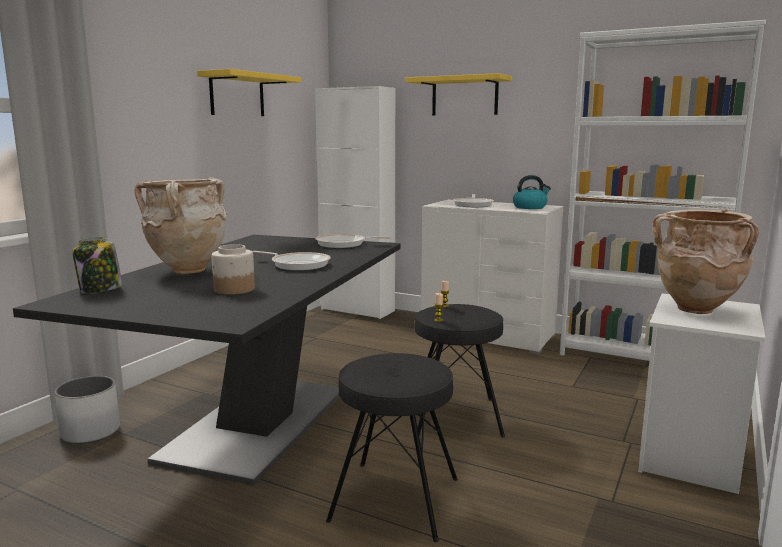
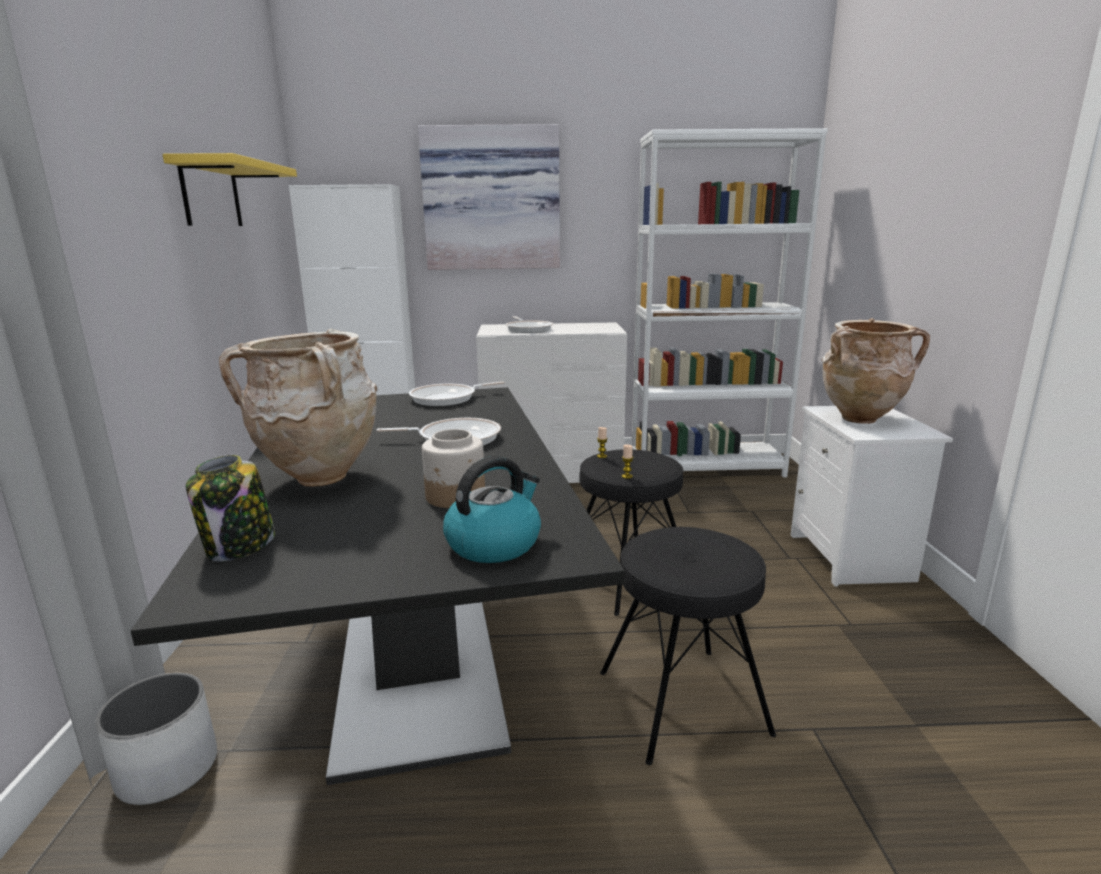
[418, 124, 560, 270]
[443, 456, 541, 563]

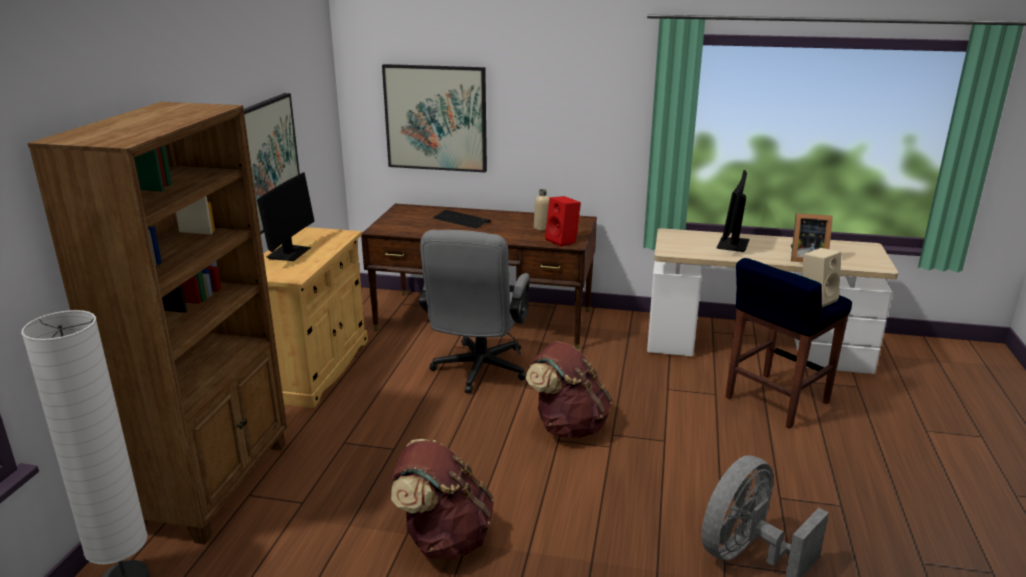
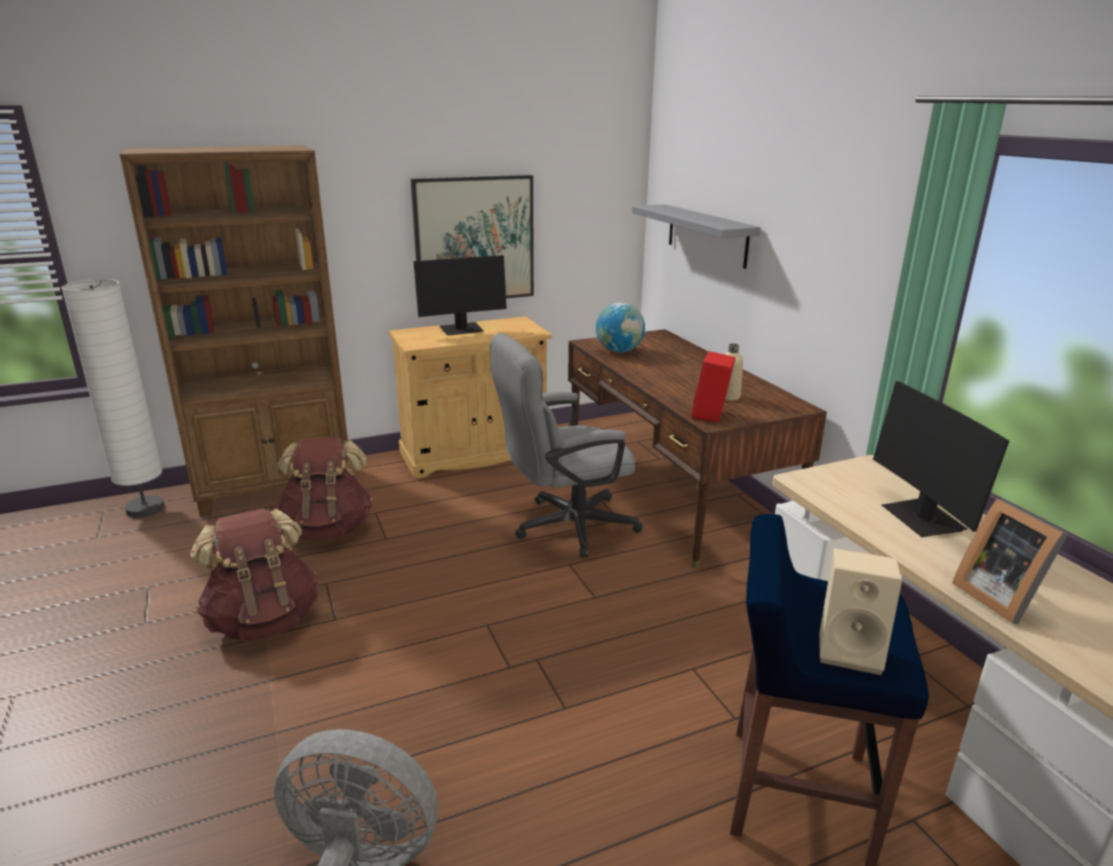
[632, 204, 761, 269]
[873, 381, 1009, 537]
[433, 210, 491, 229] (first image)
[274, 437, 373, 540]
[596, 303, 645, 353]

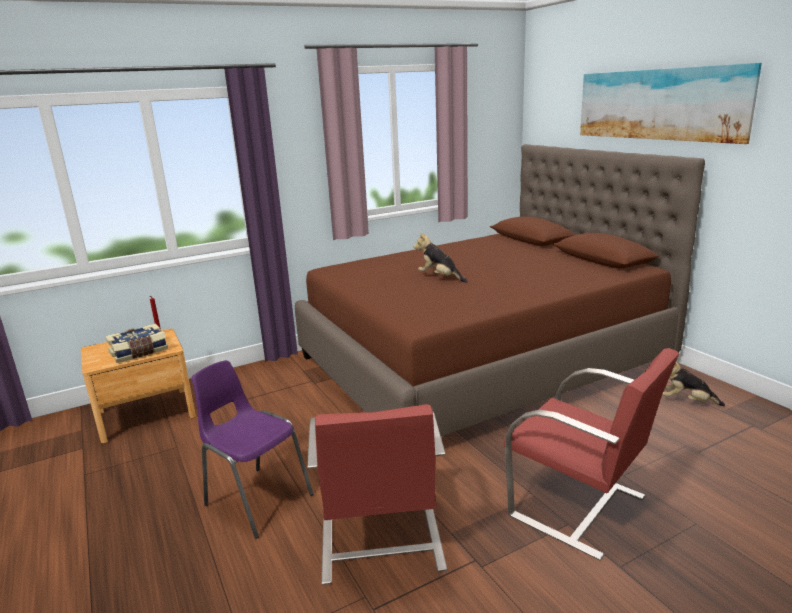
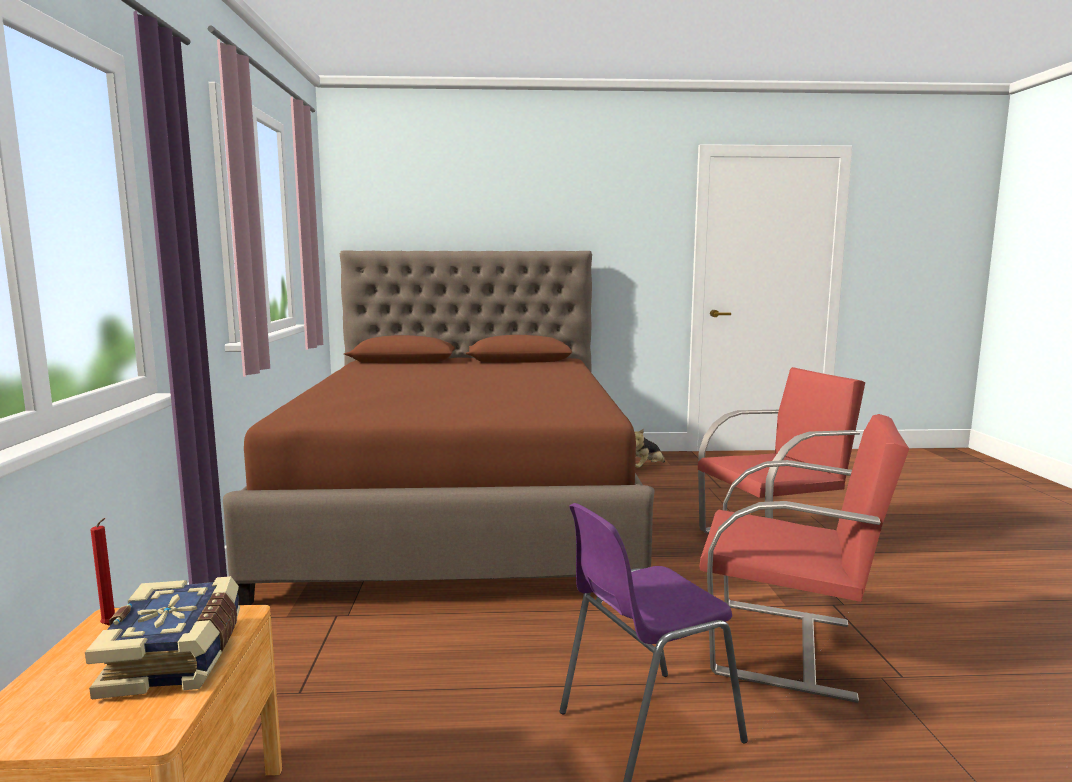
[580, 63, 762, 144] (first image)
[414, 233, 468, 283] (first image)

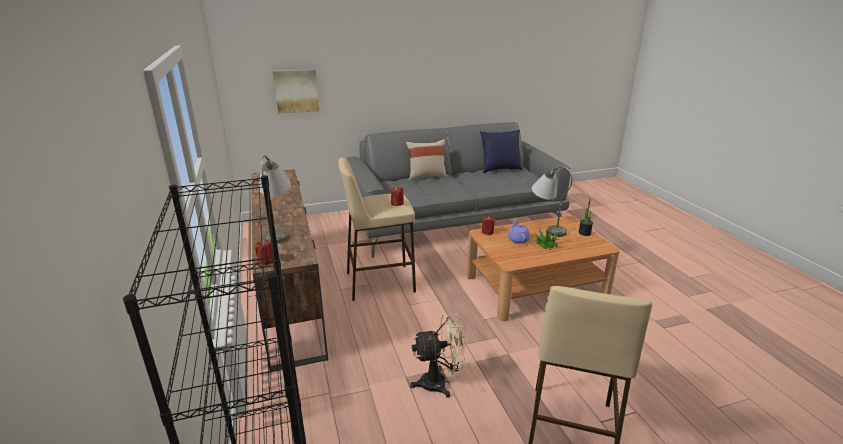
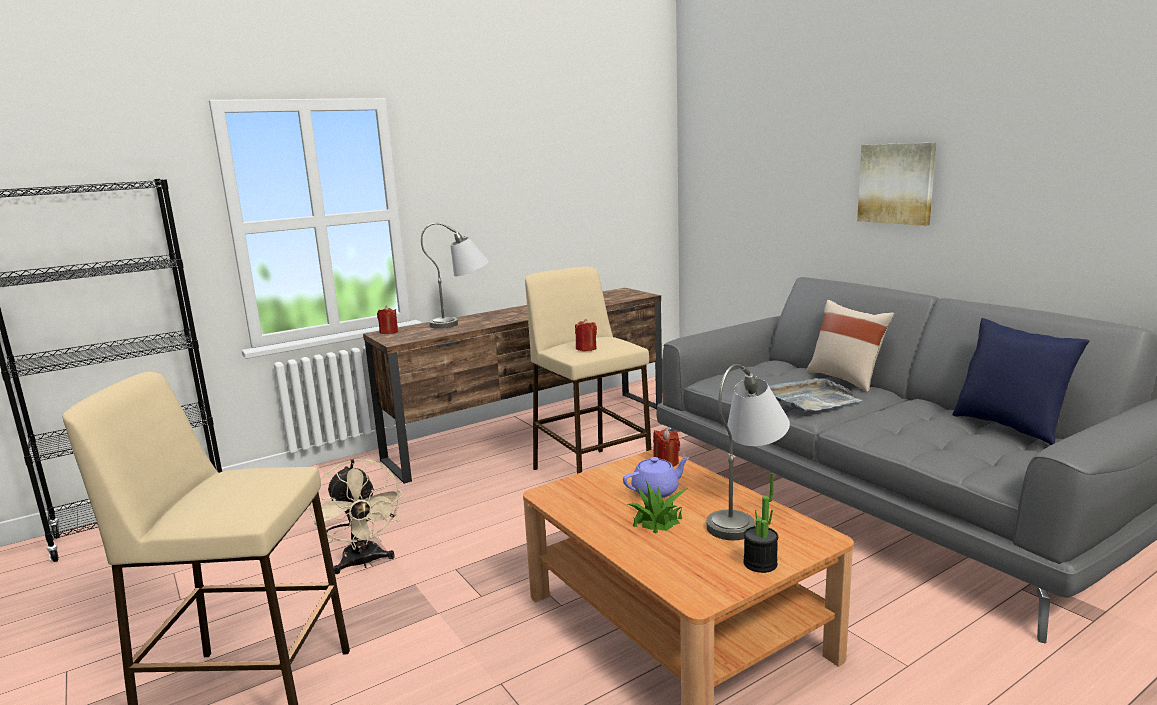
[857, 142, 936, 226]
[769, 378, 862, 412]

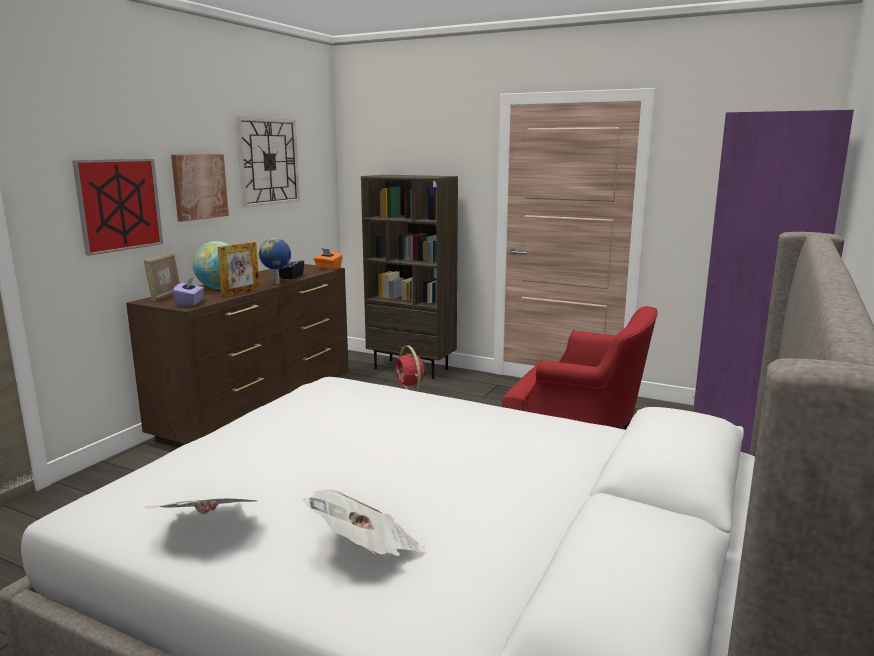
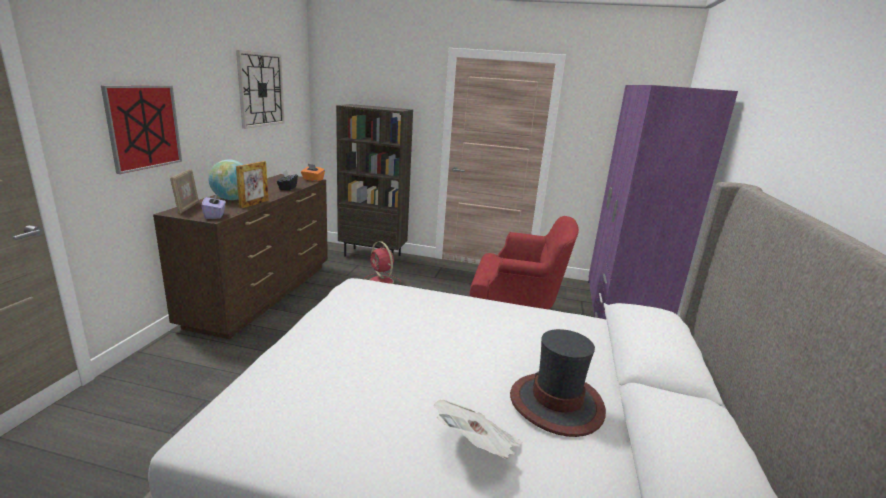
[171, 154, 229, 222] (first image)
[259, 238, 291, 284] (first image)
[144, 499, 256, 514] (first image)
[510, 329, 606, 437]

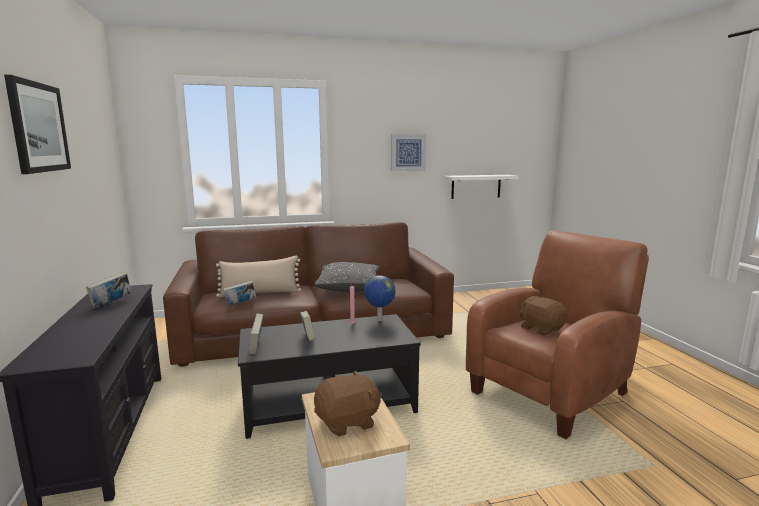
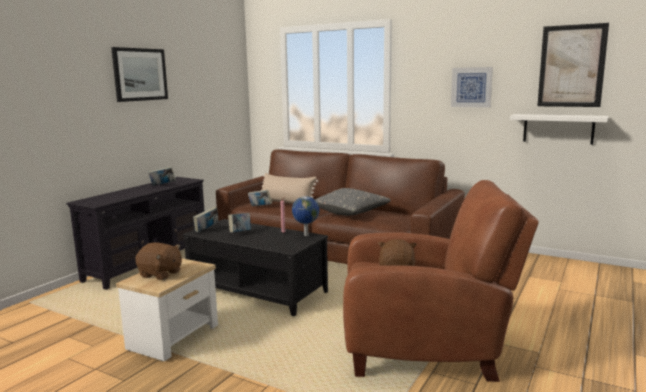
[537, 23, 609, 107]

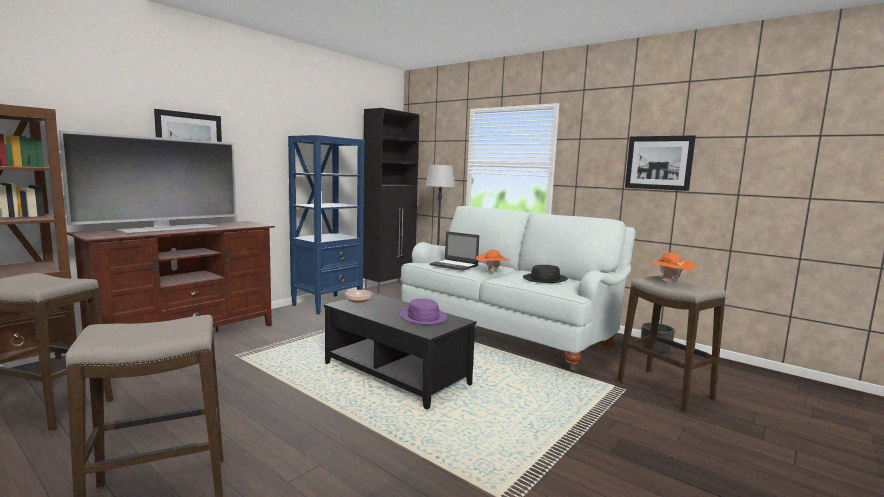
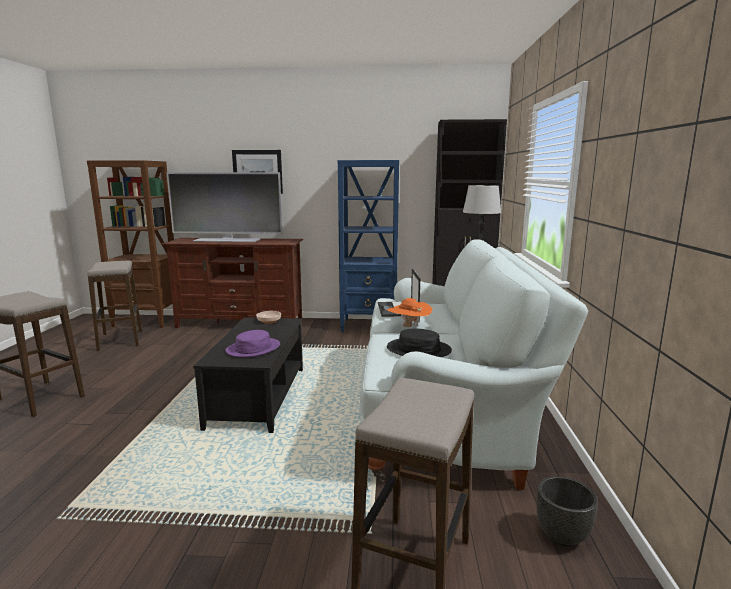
[625, 135, 696, 191] (first image)
[646, 253, 696, 283] (first image)

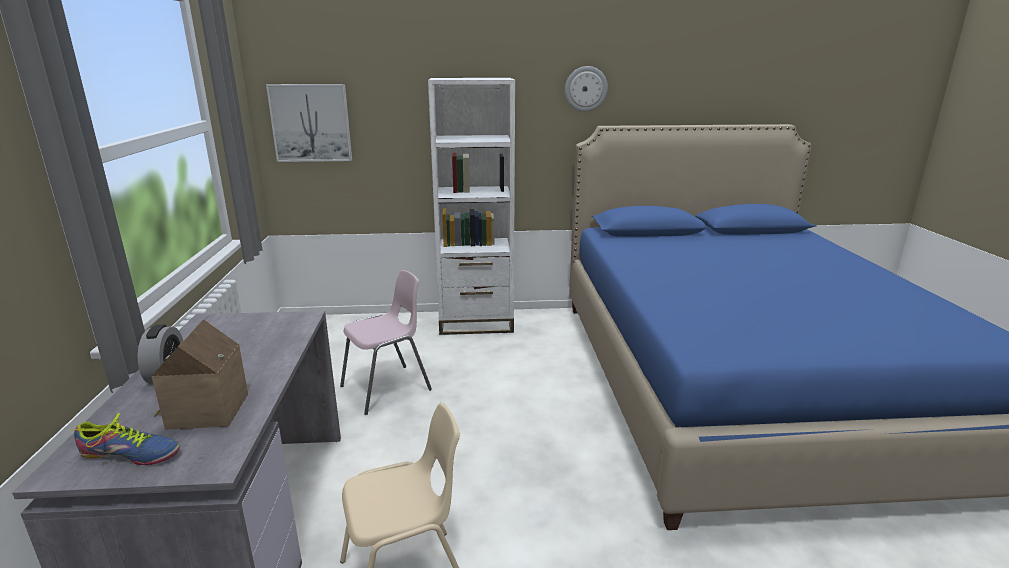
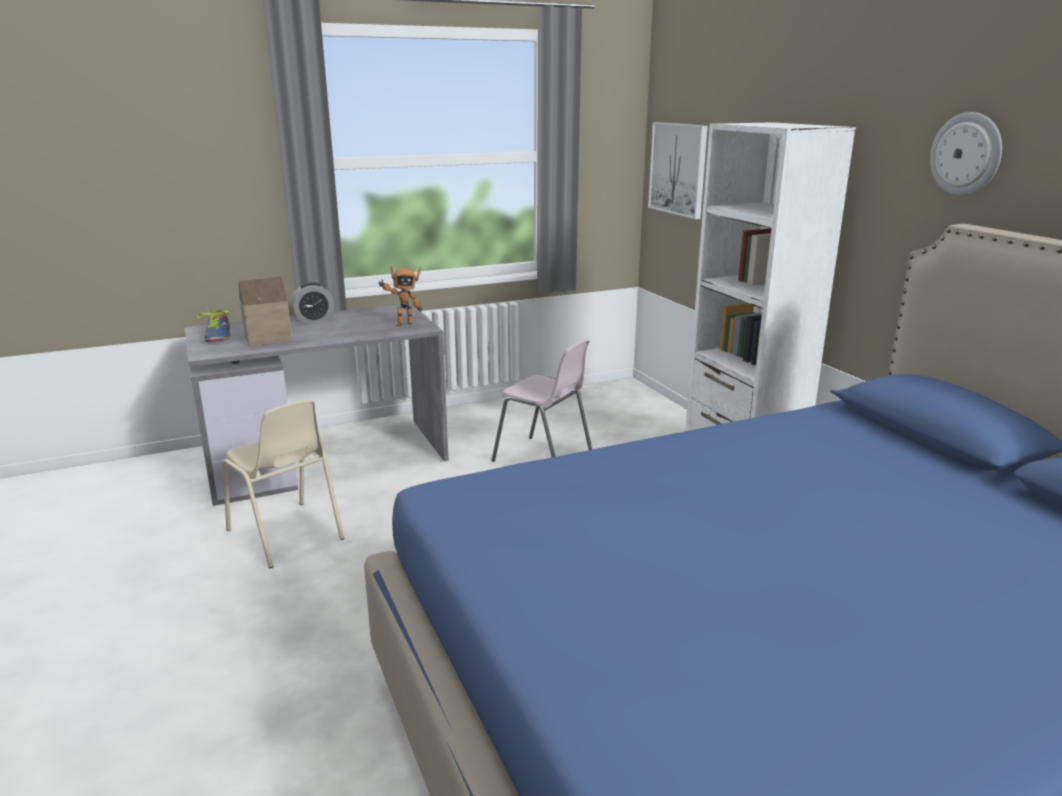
[378, 266, 422, 327]

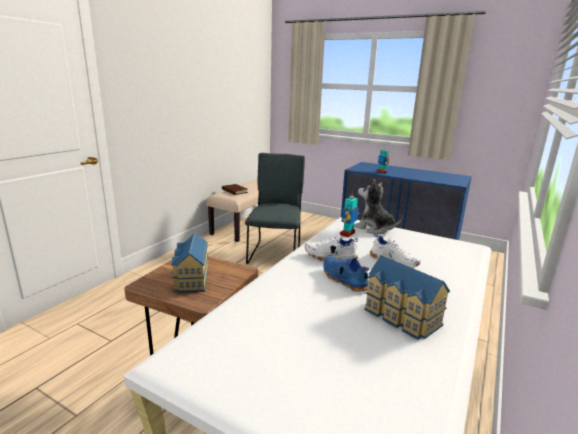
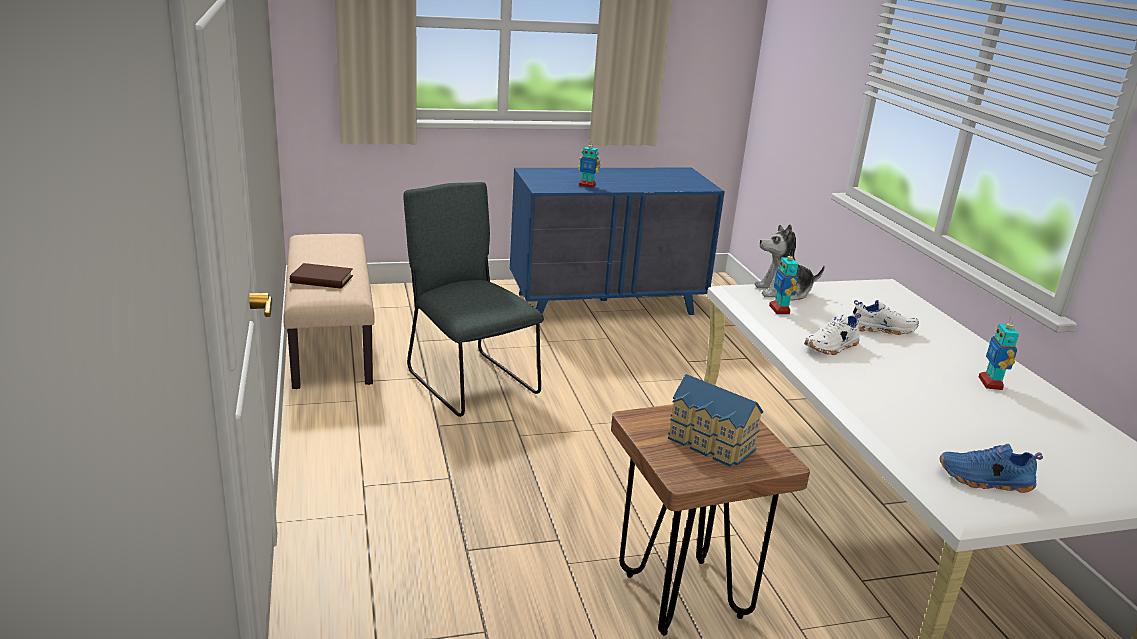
[979, 318, 1019, 390]
[940, 444, 1043, 493]

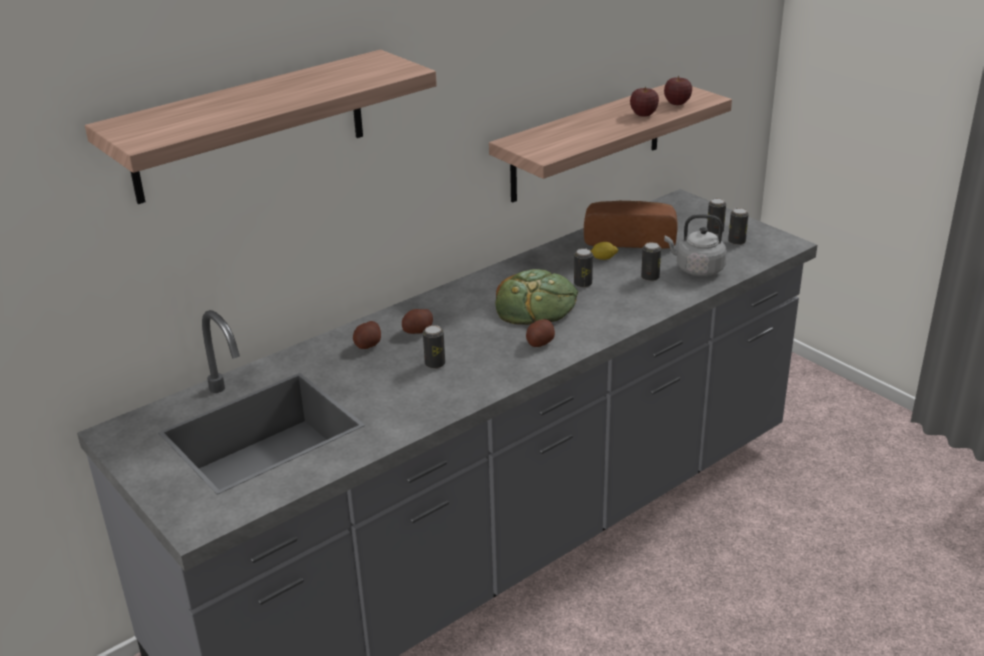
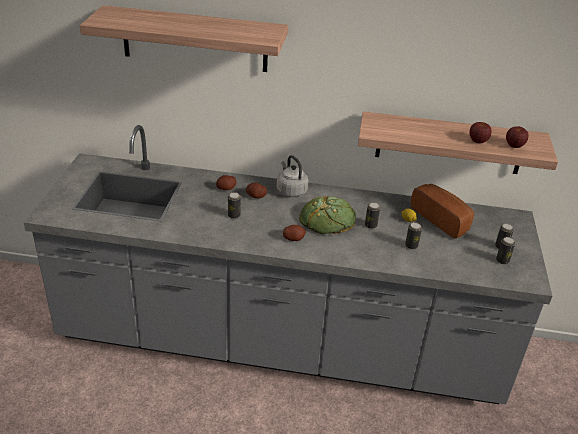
[277, 155, 309, 197]

